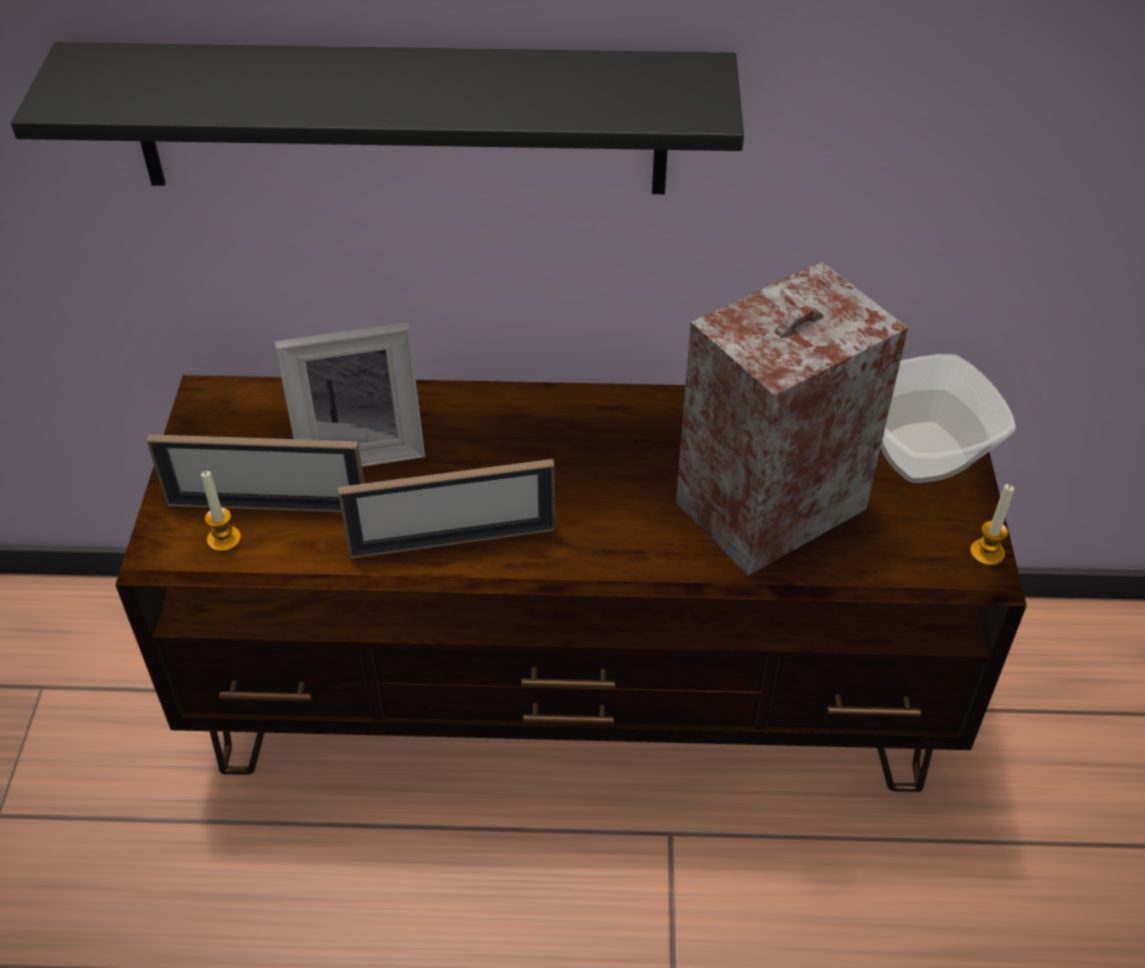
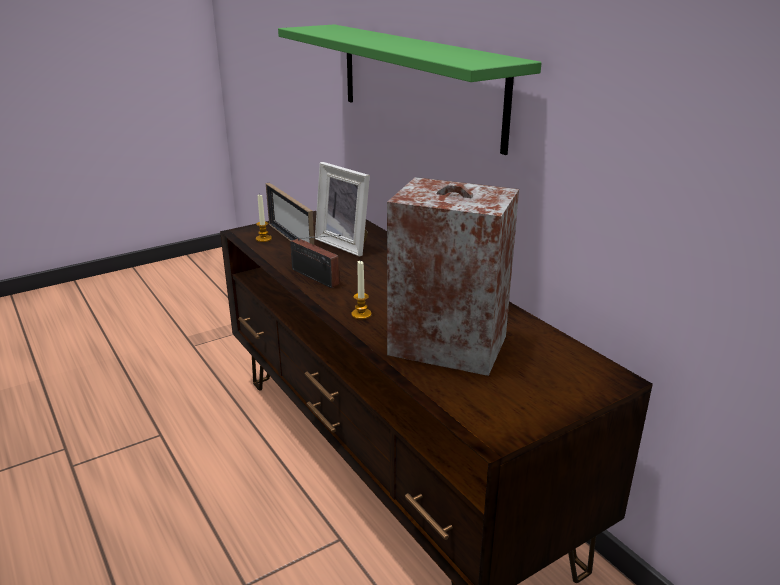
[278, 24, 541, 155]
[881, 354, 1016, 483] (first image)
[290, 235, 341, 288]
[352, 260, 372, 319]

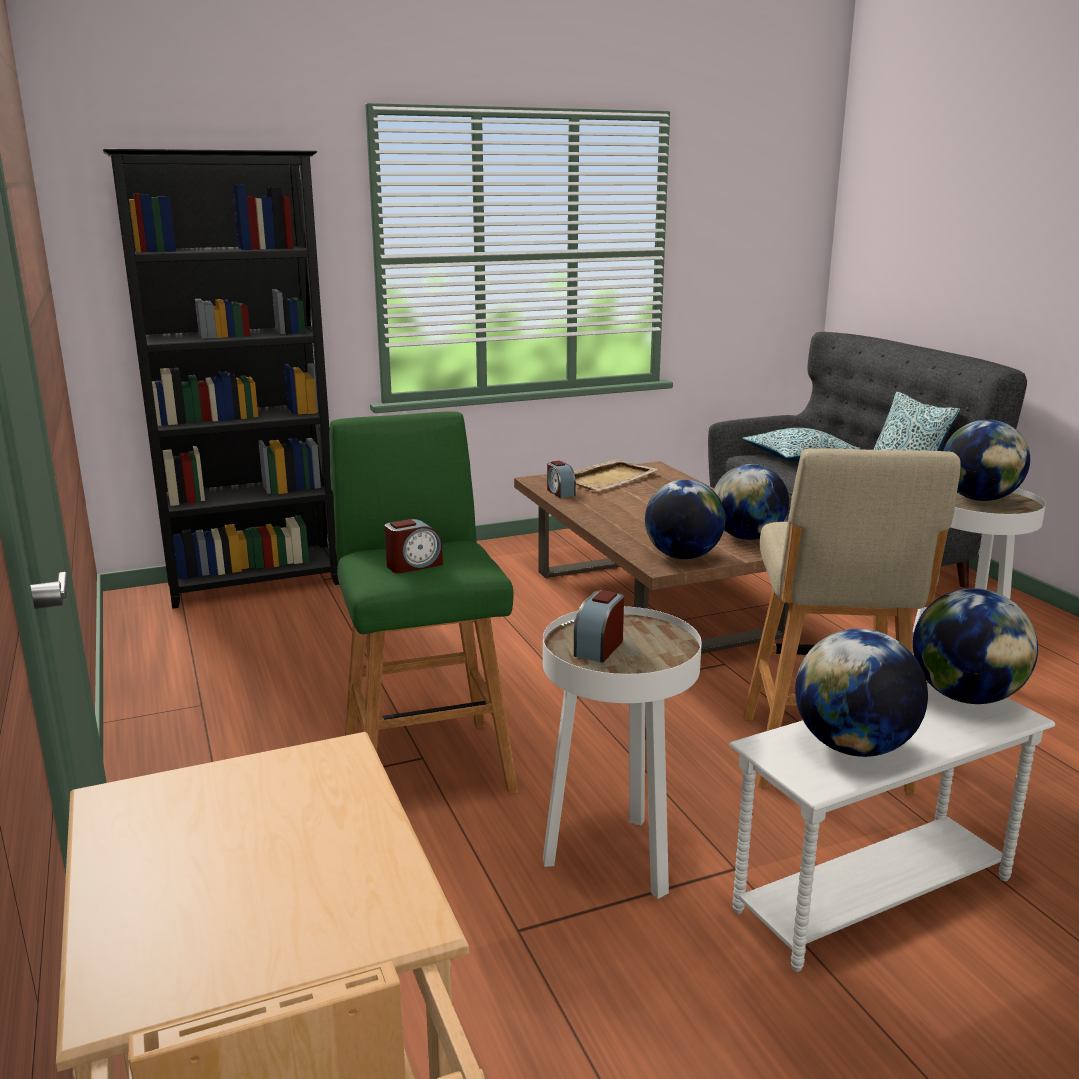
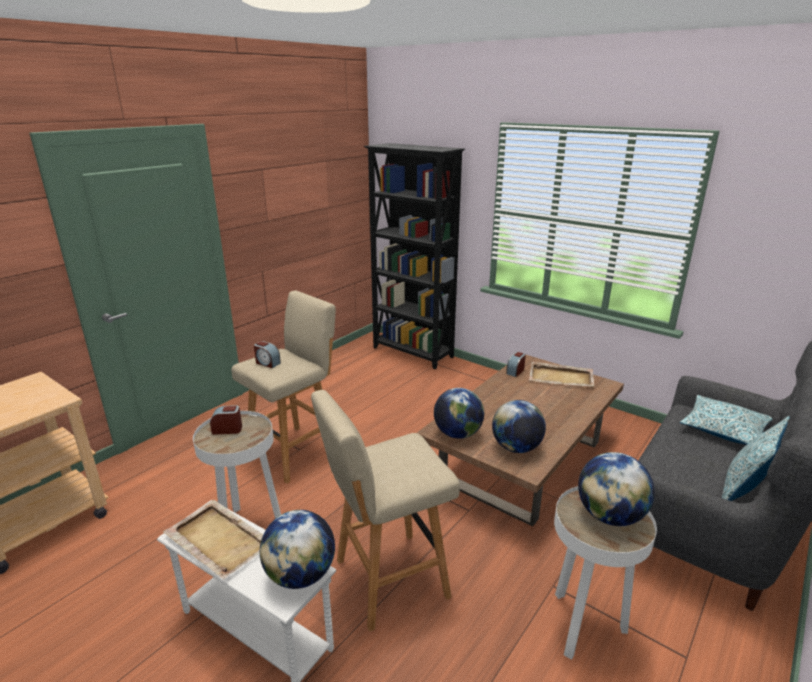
[231, 290, 336, 484]
[163, 500, 263, 579]

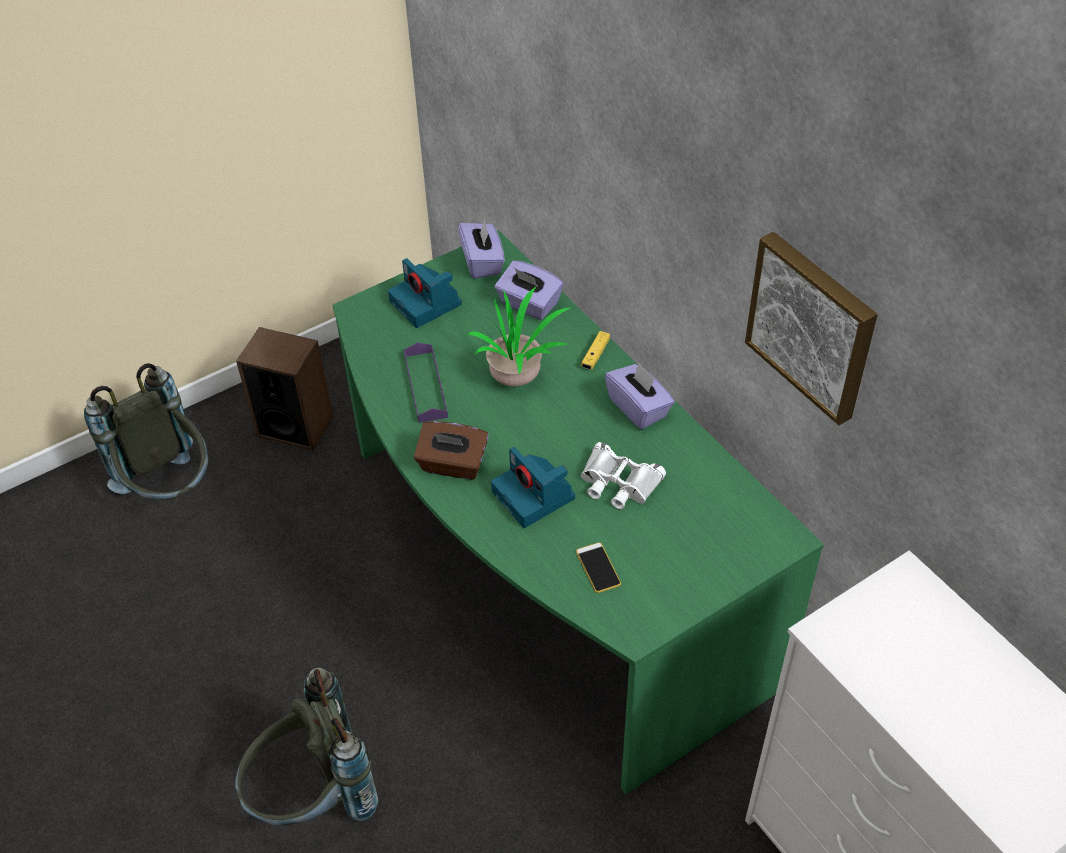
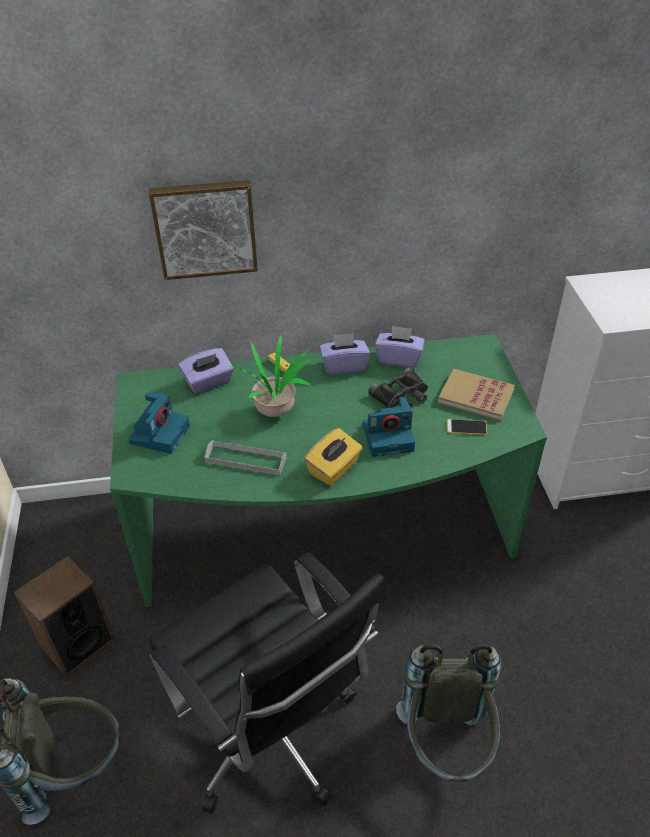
[375, 326, 425, 368]
[149, 180, 258, 280]
[128, 392, 190, 454]
[204, 440, 287, 475]
[304, 428, 362, 486]
[368, 367, 428, 408]
[438, 369, 515, 421]
[149, 552, 386, 814]

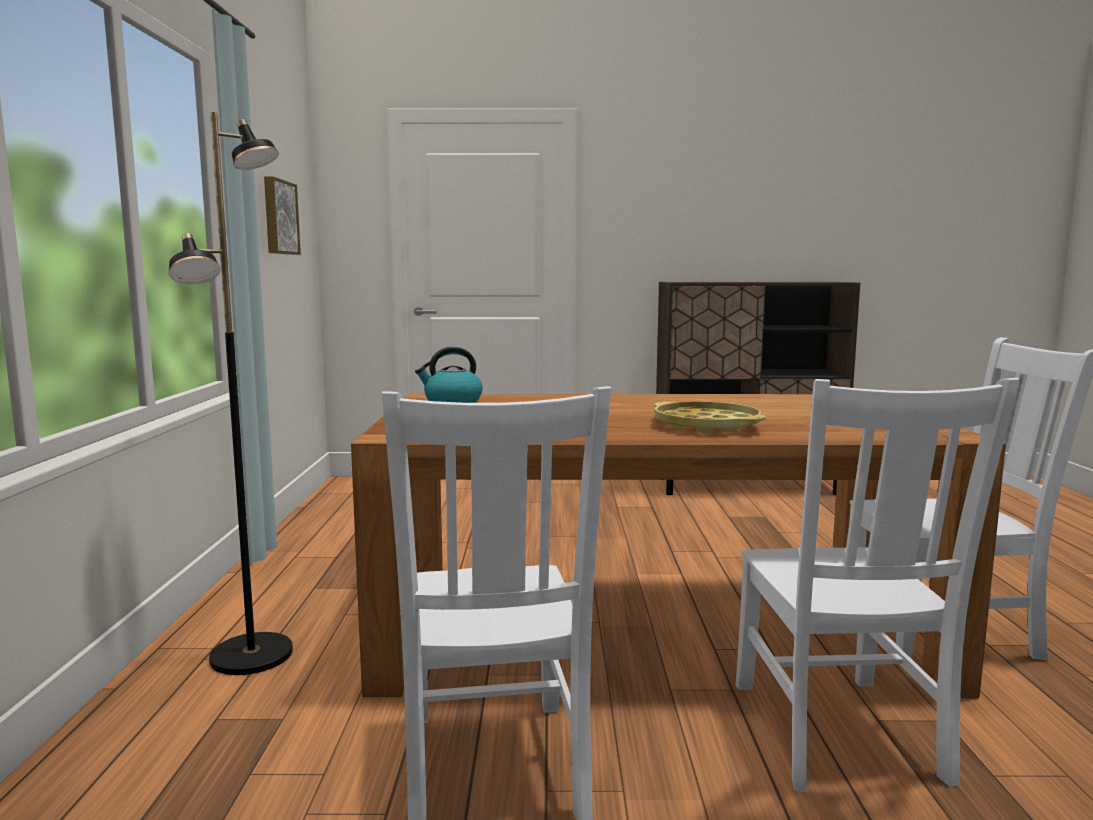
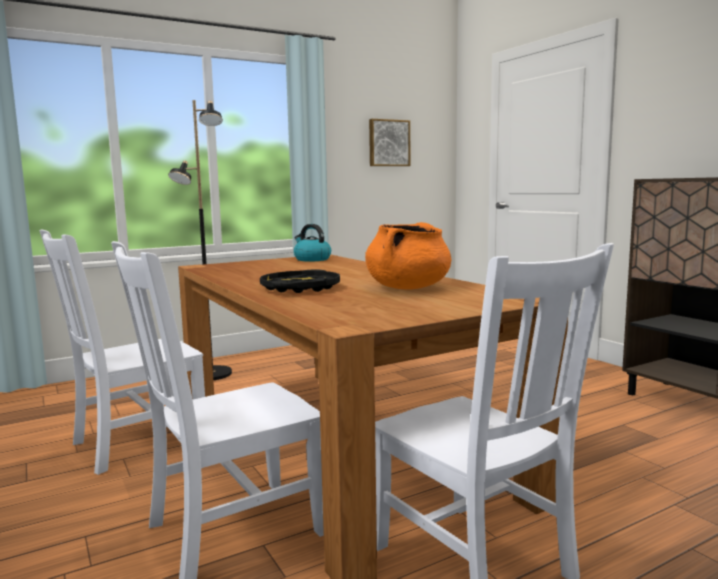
[260, 270, 340, 293]
[365, 222, 451, 290]

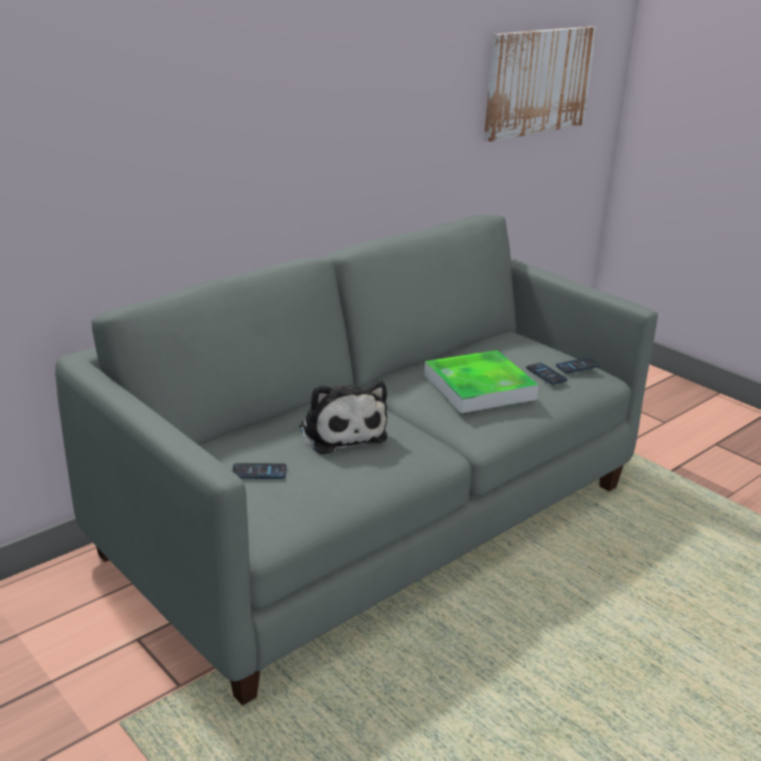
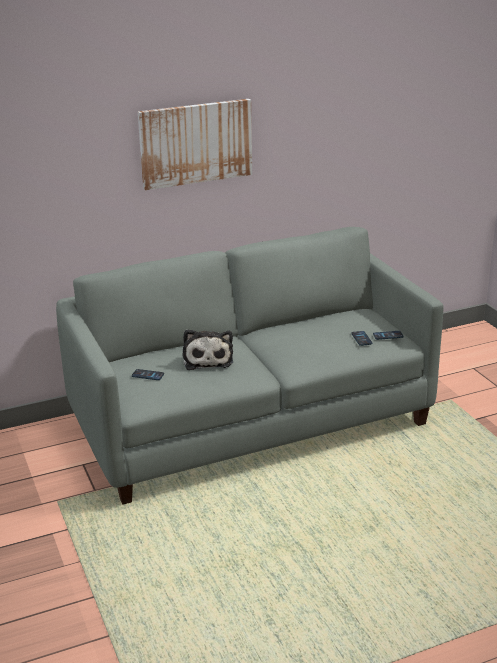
[138, 99, 252, 190]
[424, 350, 539, 413] (first image)

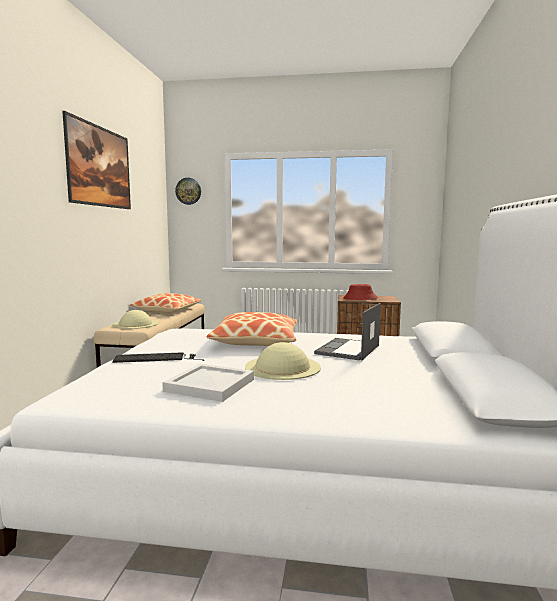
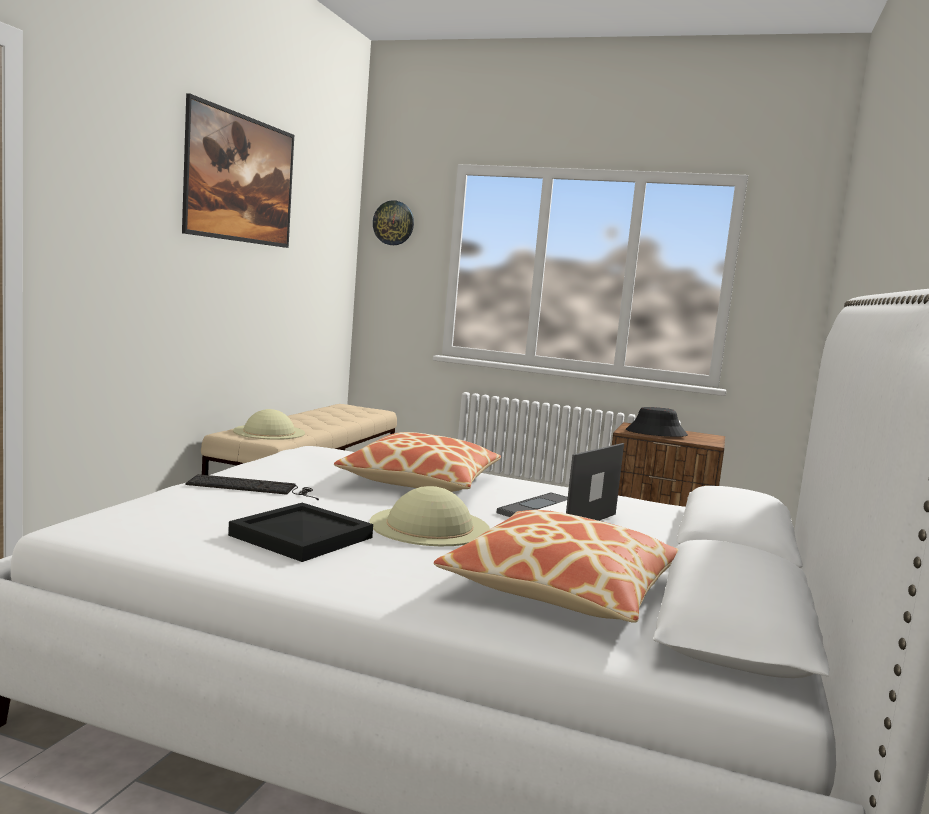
[626, 407, 688, 437]
[433, 510, 679, 622]
[228, 503, 373, 562]

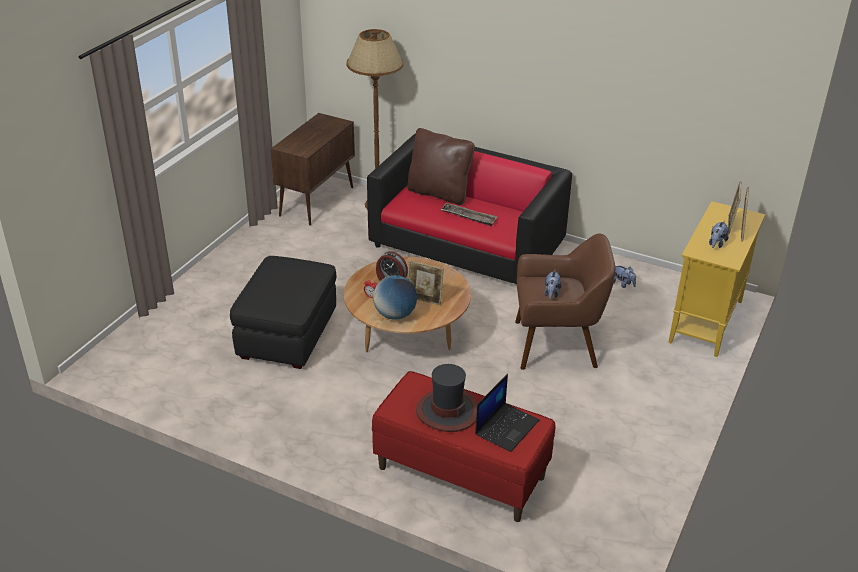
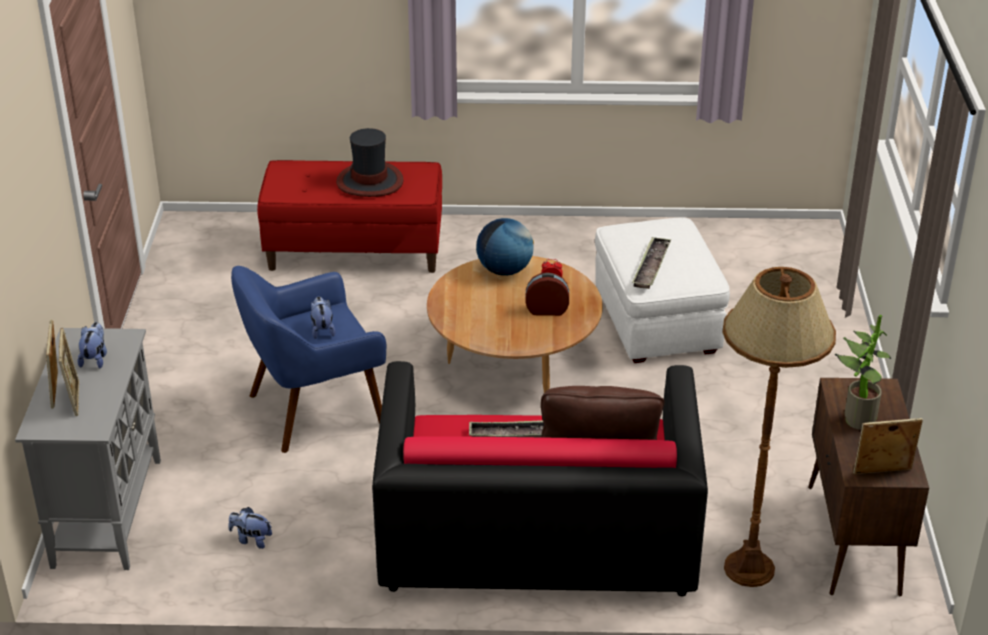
[15, 328, 161, 570]
[231, 266, 387, 453]
[595, 217, 730, 363]
[853, 418, 923, 474]
[475, 374, 539, 452] (first image)
[632, 237, 671, 289]
[834, 315, 891, 430]

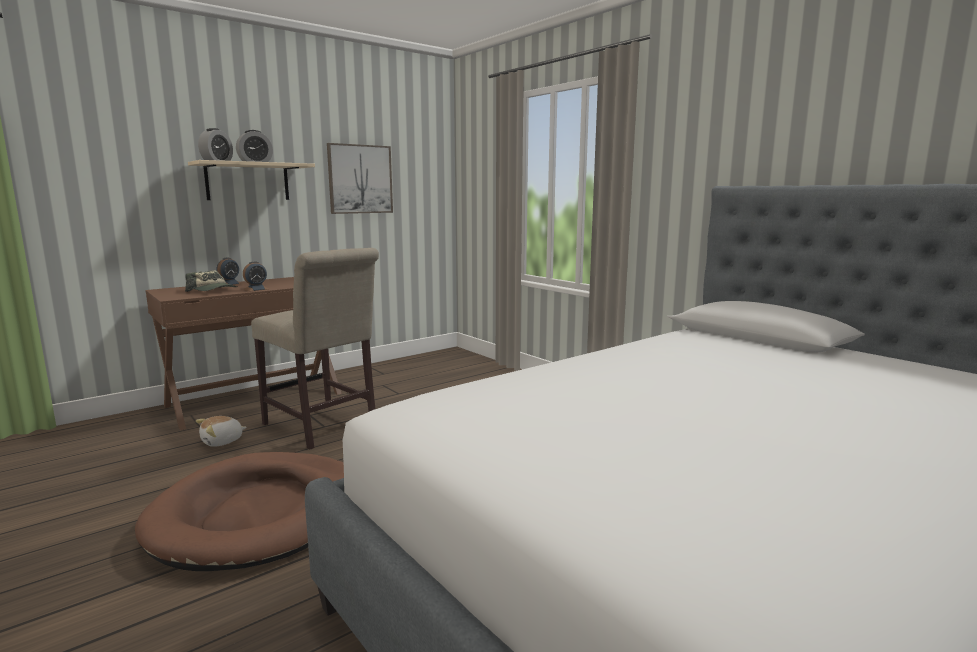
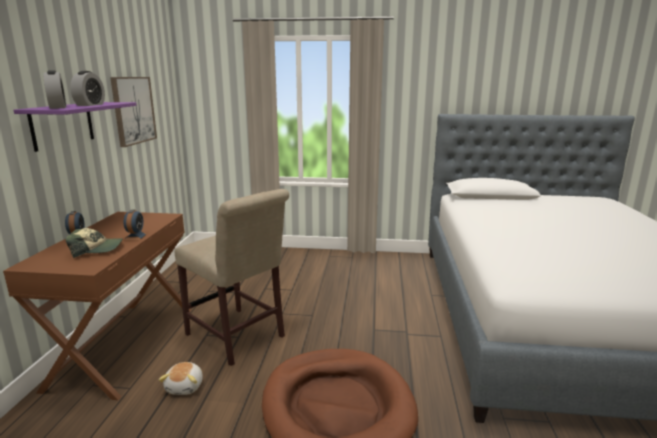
[14, 102, 137, 152]
[174, 189, 289, 366]

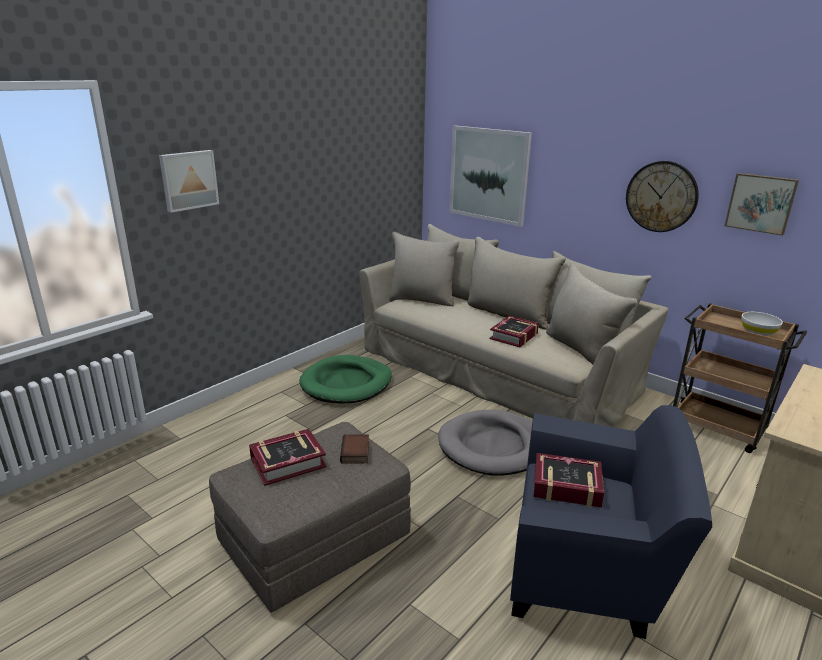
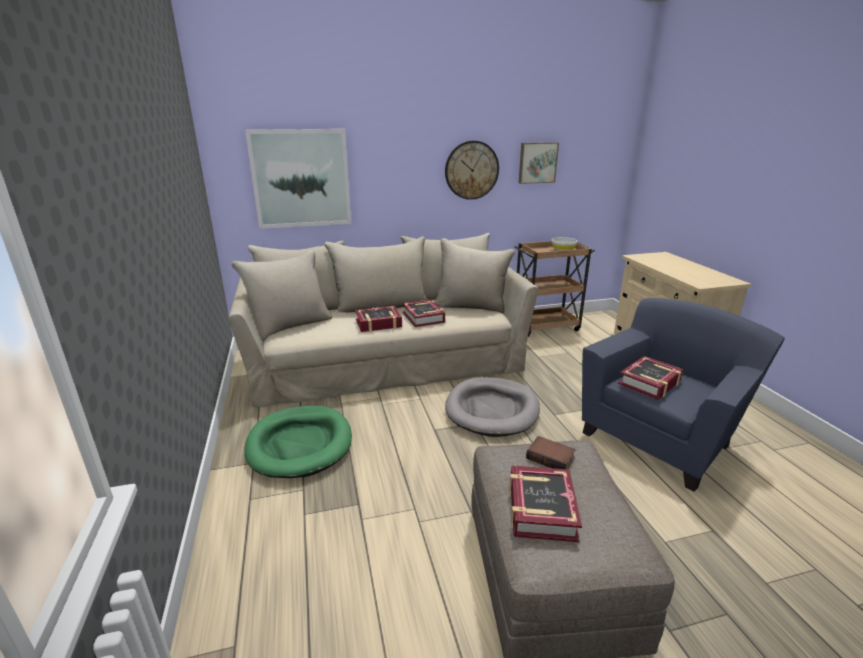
[159, 150, 219, 213] (first image)
[355, 306, 402, 332]

